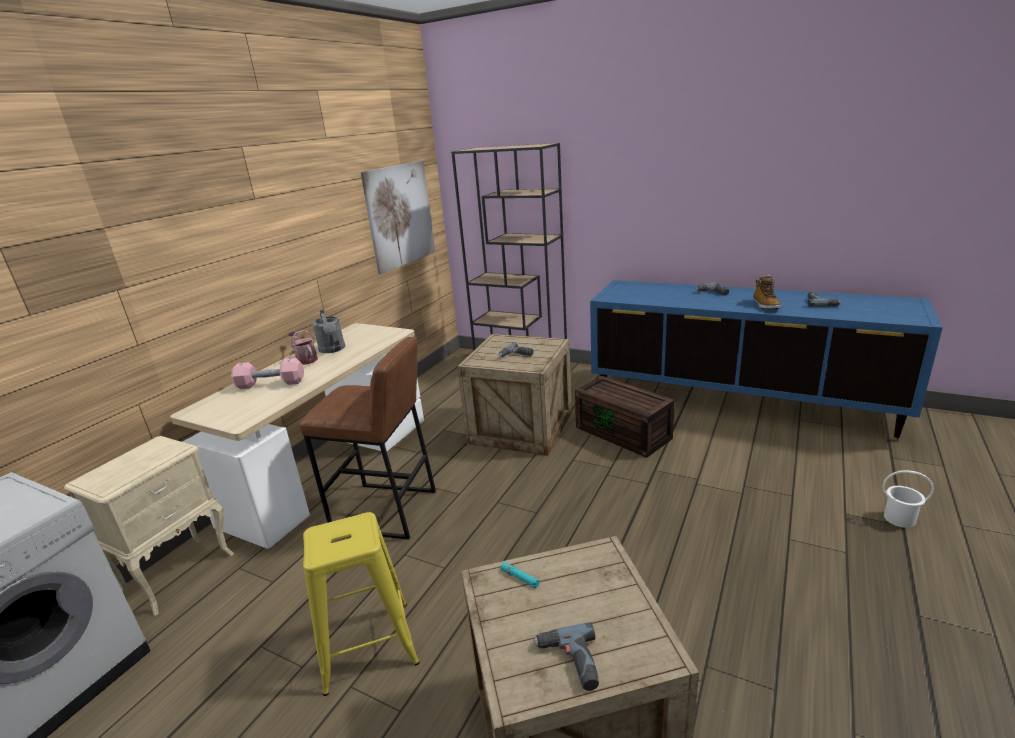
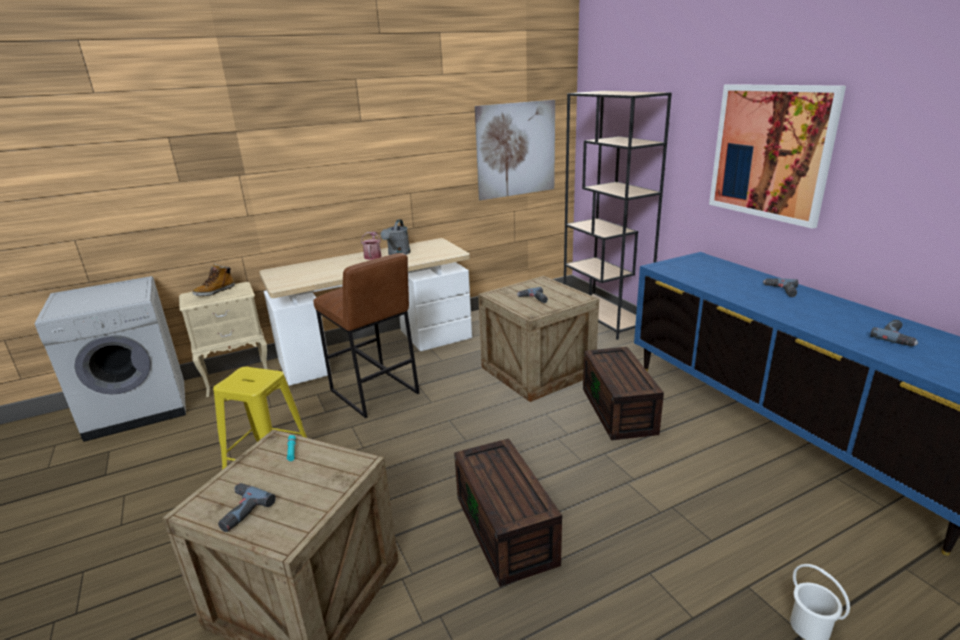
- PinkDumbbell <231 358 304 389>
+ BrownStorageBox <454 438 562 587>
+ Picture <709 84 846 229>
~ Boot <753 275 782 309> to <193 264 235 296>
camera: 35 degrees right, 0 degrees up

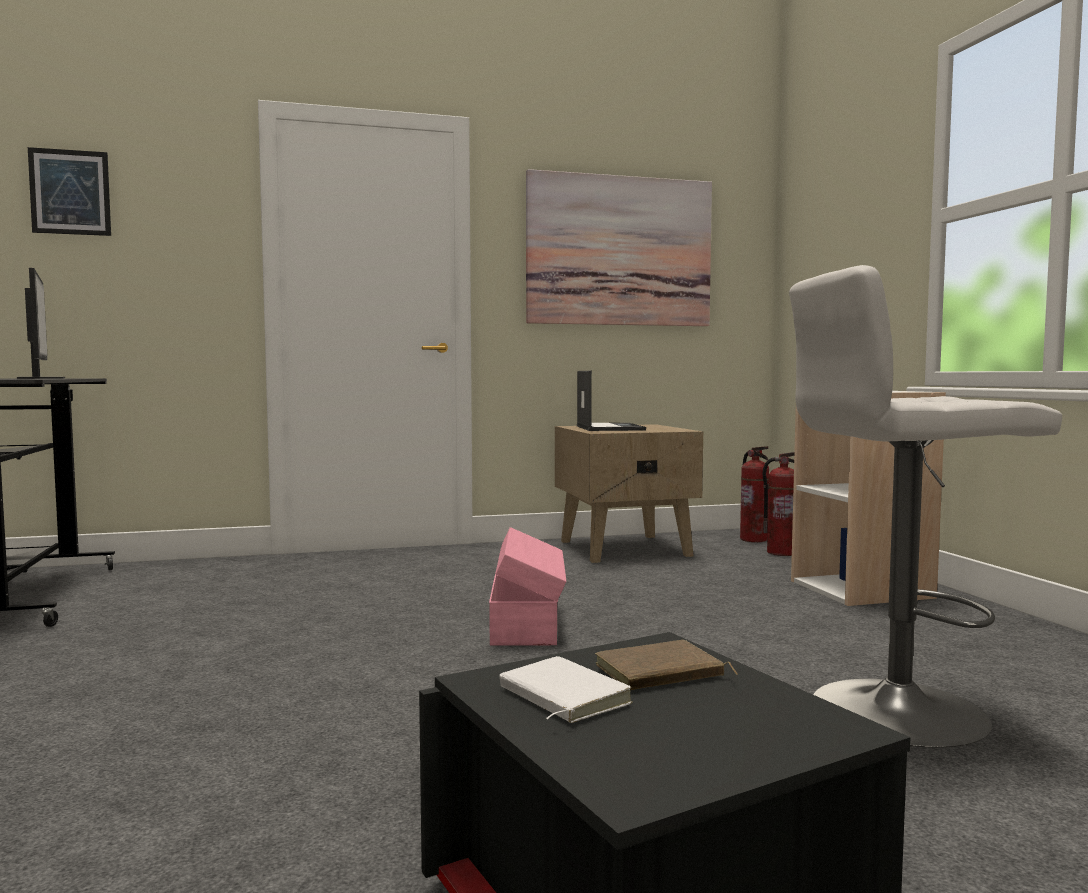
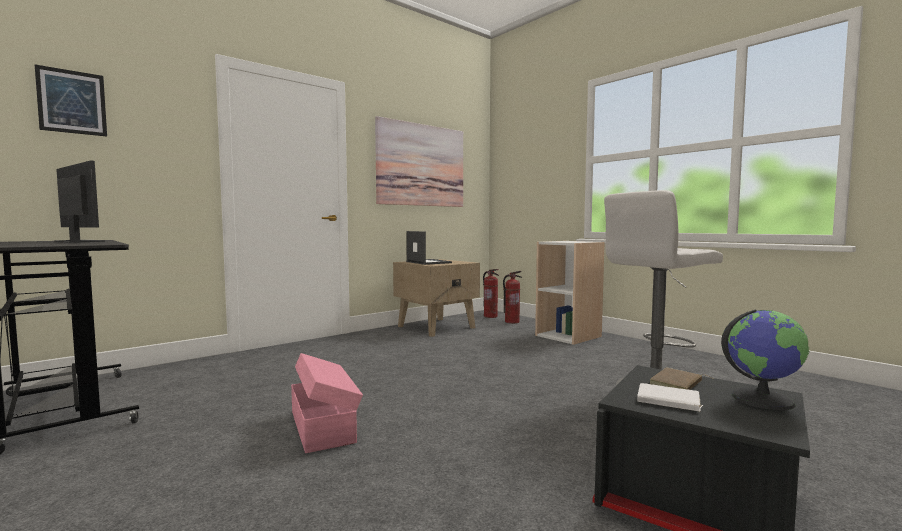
+ Globe <721 309 810 410>
~ PinkStorageBox <489 527 566 646> to <291 353 363 453>
camera: 25 degrees left, 0 degrees up

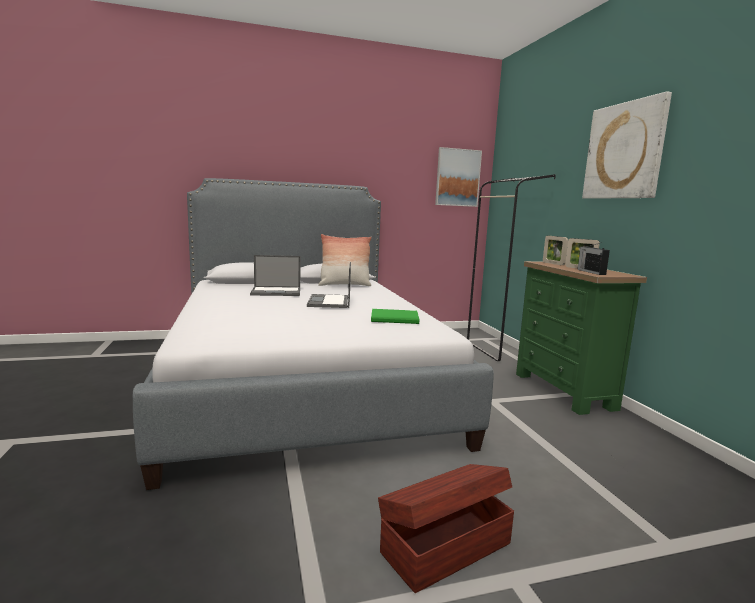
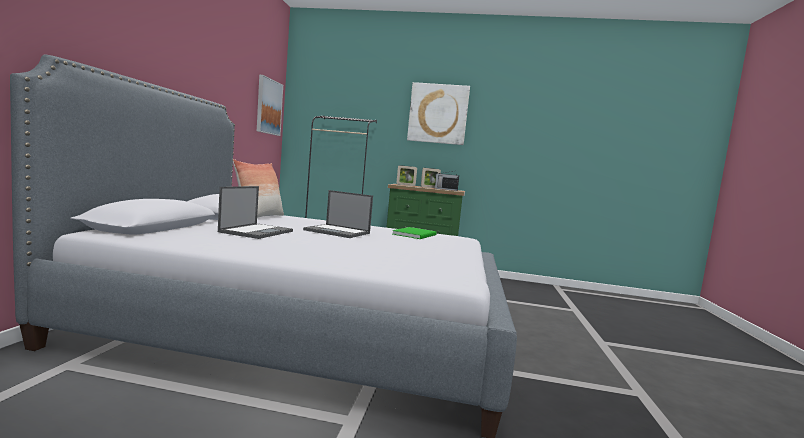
- BrownStorageBox <378 464 514 593>
camera: 65 degrees left, 5 degrees down

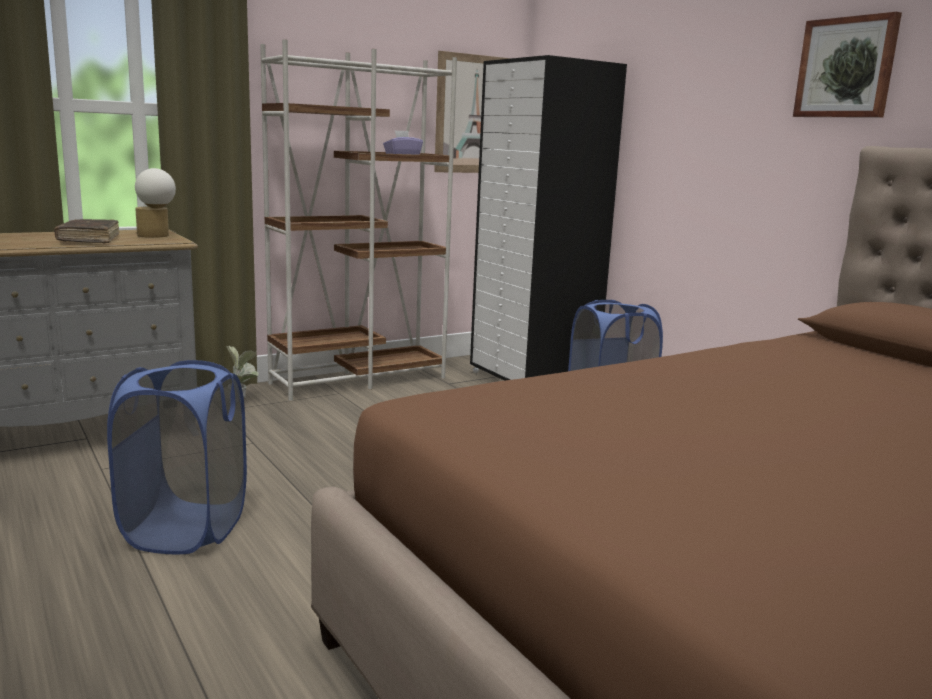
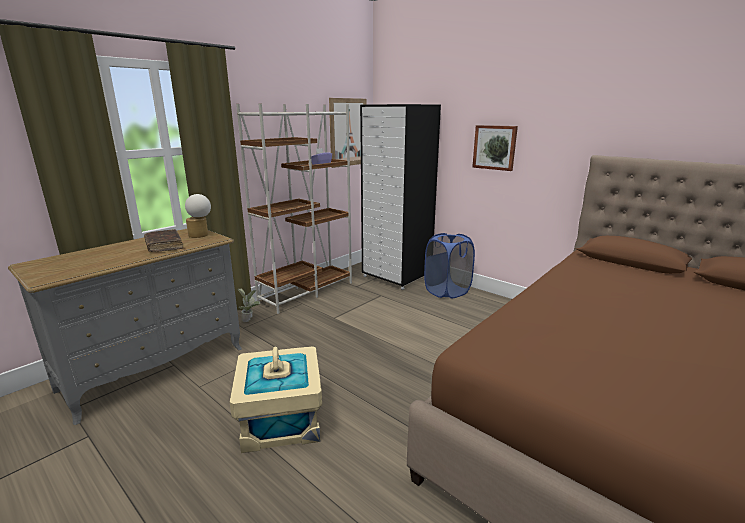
~ Picture <793 12 902 118> to <472 125 518 171>
~ BlueLaundryBasket <107 360 247 554> to BeigeStorageBox <230 346 322 453>
camera: 15 degrees left, 5 degrees up

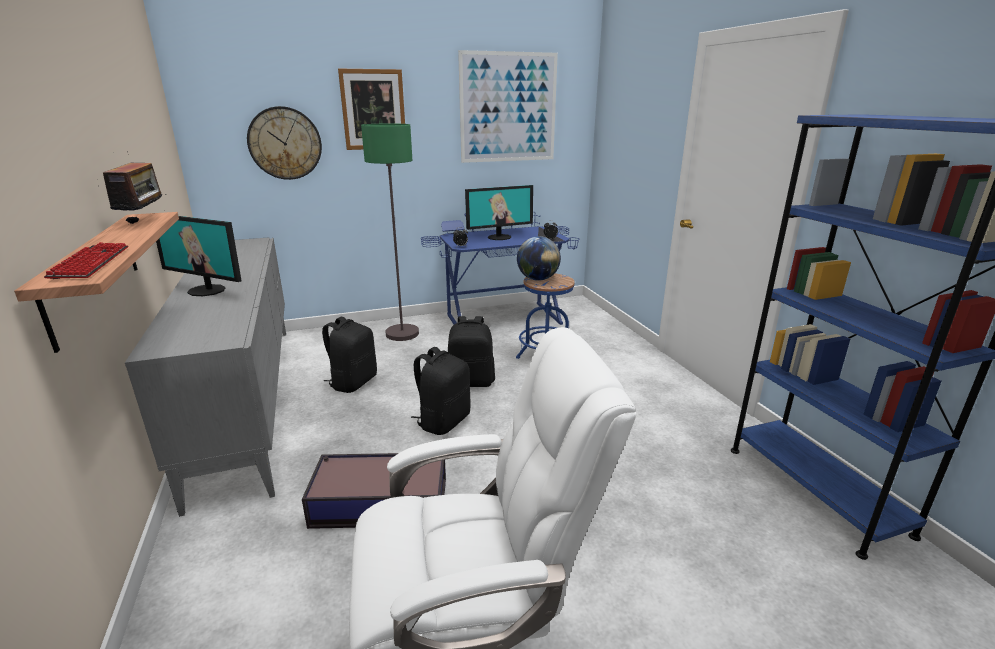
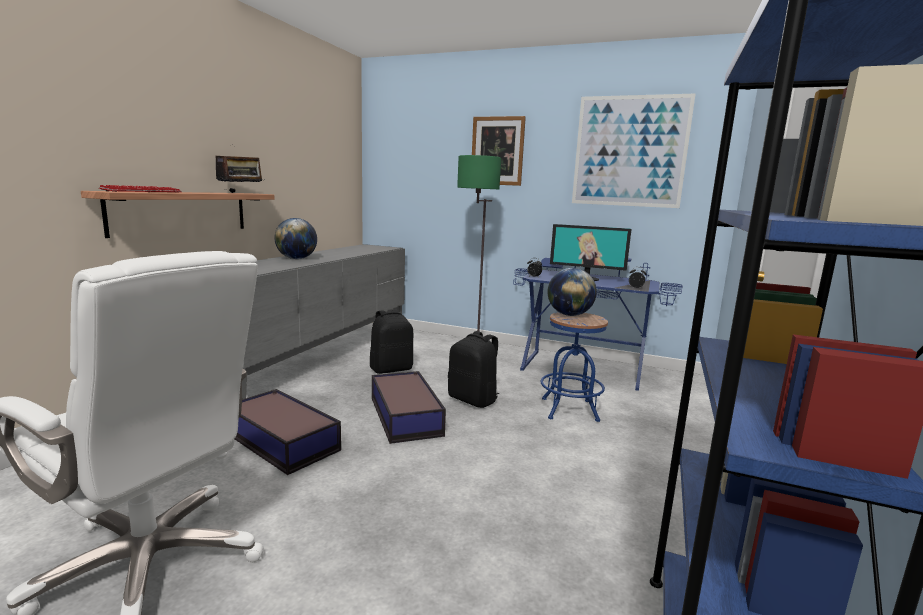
- WallClock <247 106 322 180>
~ Monitor <156 216 242 296> to Globe <274 218 317 259>
~ BlackBackpack <411 347 470 435> to StorageBox <372 371 446 444>
camera: 40 degrees right, 10 degrees down

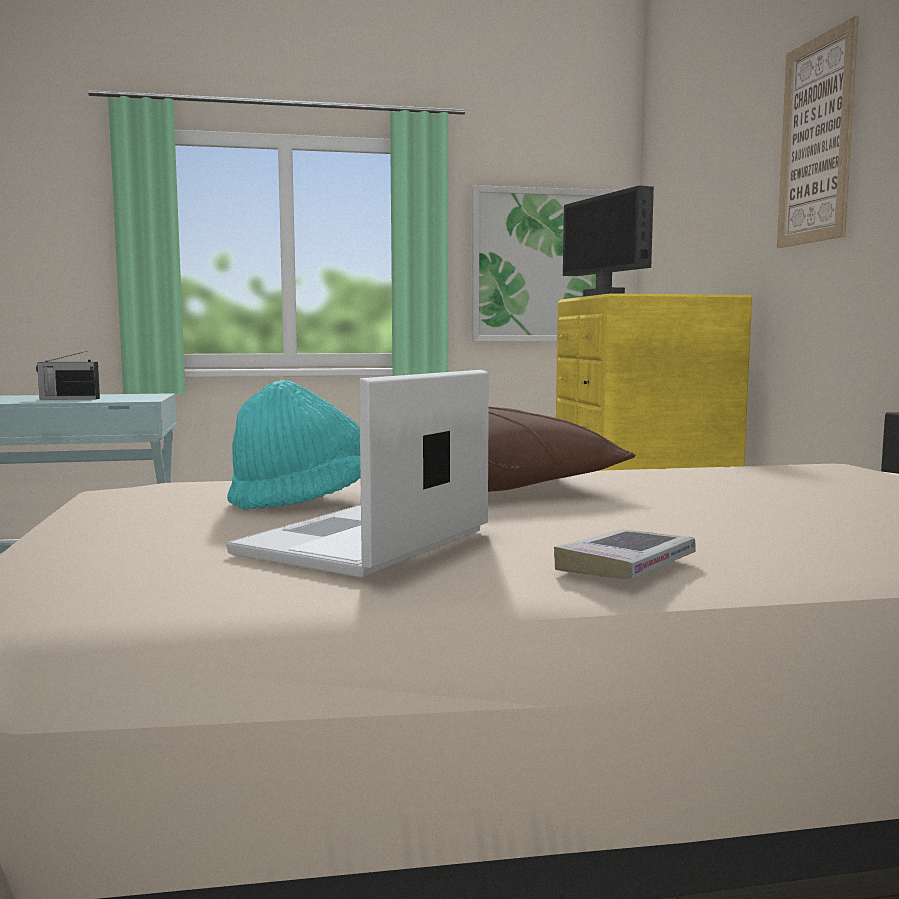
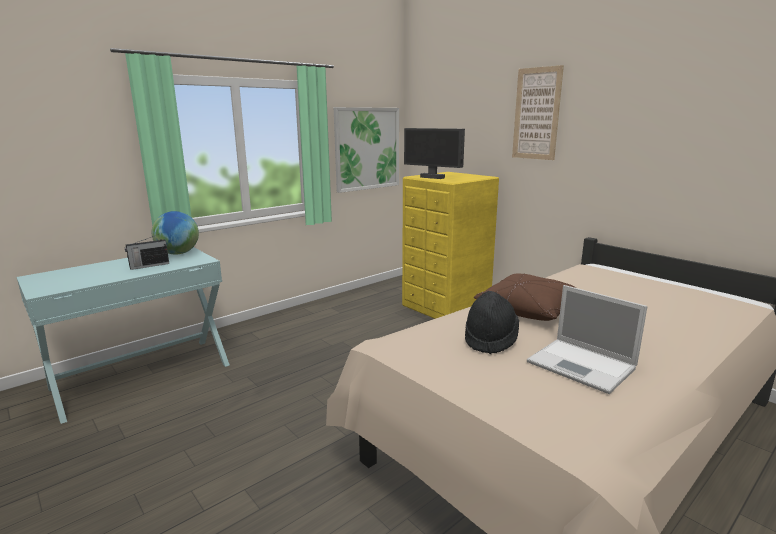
- Book <554 529 696 580>
+ Globe <152 211 199 255>
~ TurquoiseHat <227 380 361 510> to BlackHat <465 291 519 354>
~ Laptop <226 370 489 577> = <527 285 647 394> 45 degrees counterclockwise
camera: 30 degrees left, 10 degrees up

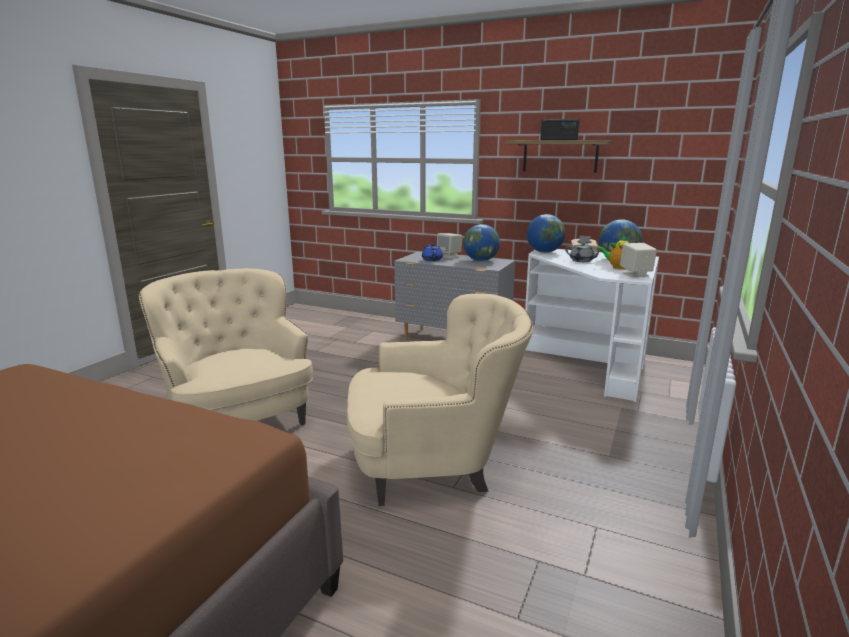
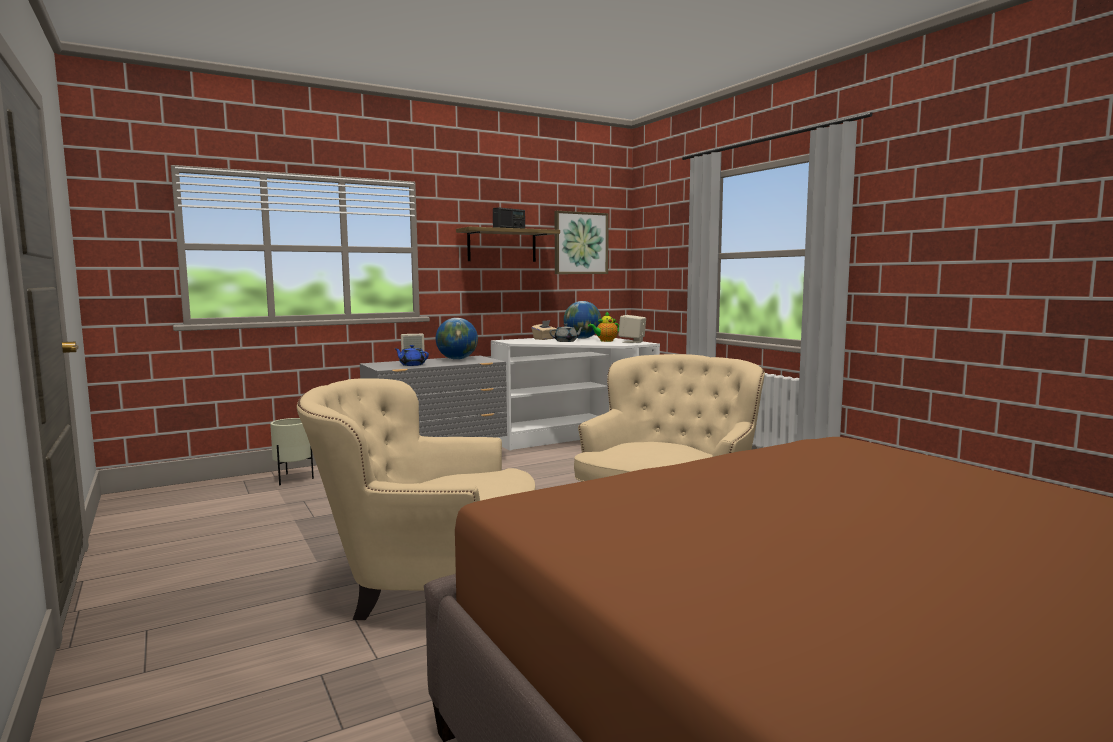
- Globe <527 214 566 253>
+ BeigePlanter <270 418 314 485>
+ Picture <554 211 609 274>
camera: 55 degrees left, 10 degrees down

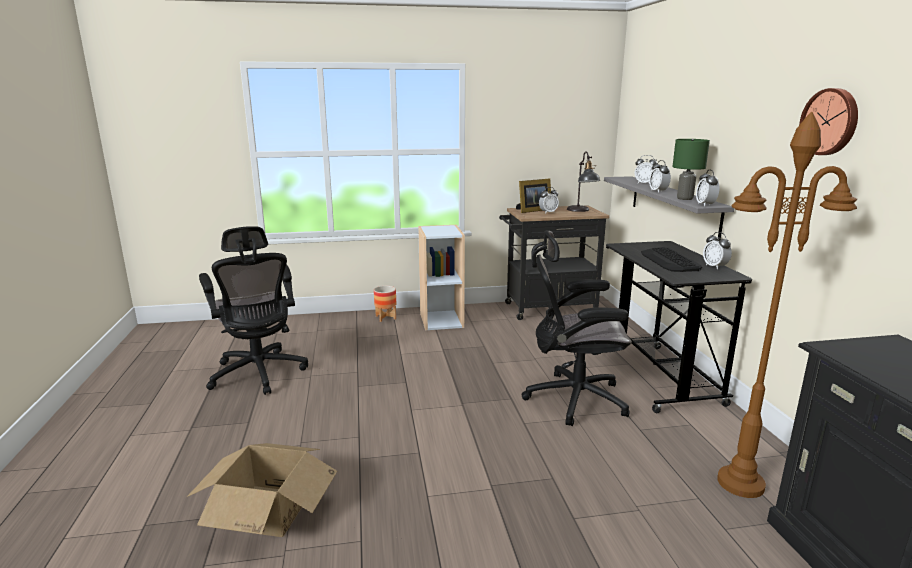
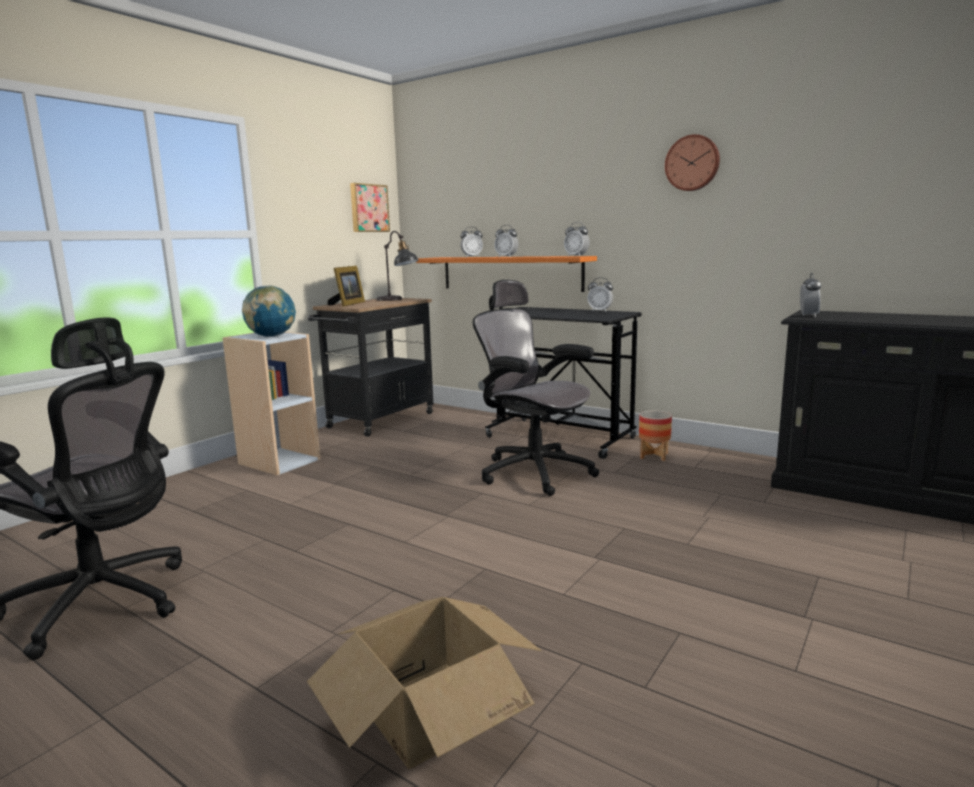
- Keyboard <641 247 702 272>
- GreenTableLamp <672 139 710 200>
- BrownFloorLamp <717 112 857 498>
+ Globe <242 286 296 337>
+ Picture <350 183 390 232>
~ Planter <374 286 396 322> to <639 410 672 461>
~ AlarmClock <539 187 559 214> to <800 273 821 317>
~ GreyShelf <604 176 734 241> to OrangeShelf <416 256 597 292>
~ OfficeChair <522 230 632 426> = <473 280 599 496> 90 degrees clockwise
camera: 45 degrees left, 5 degrees down

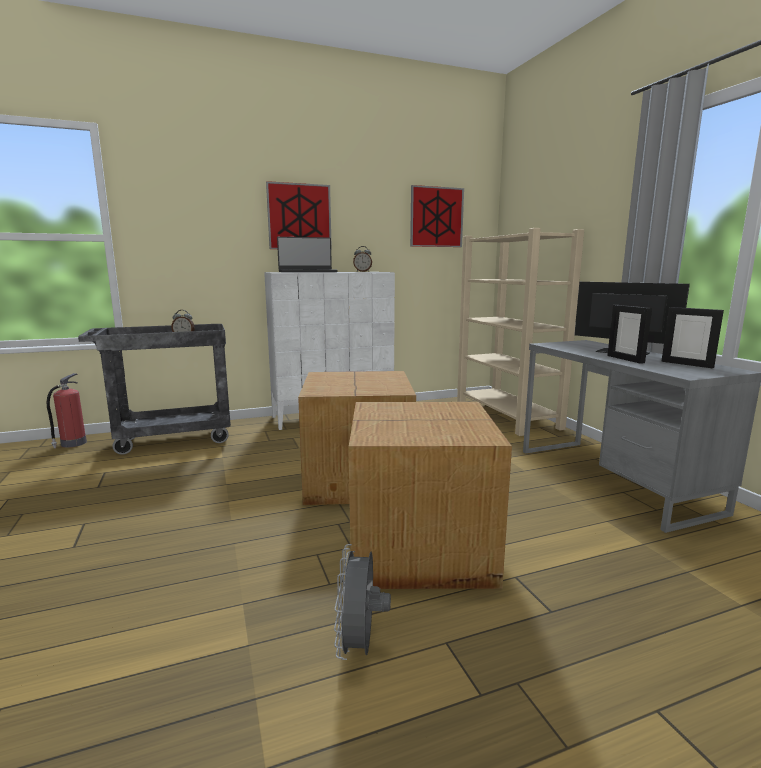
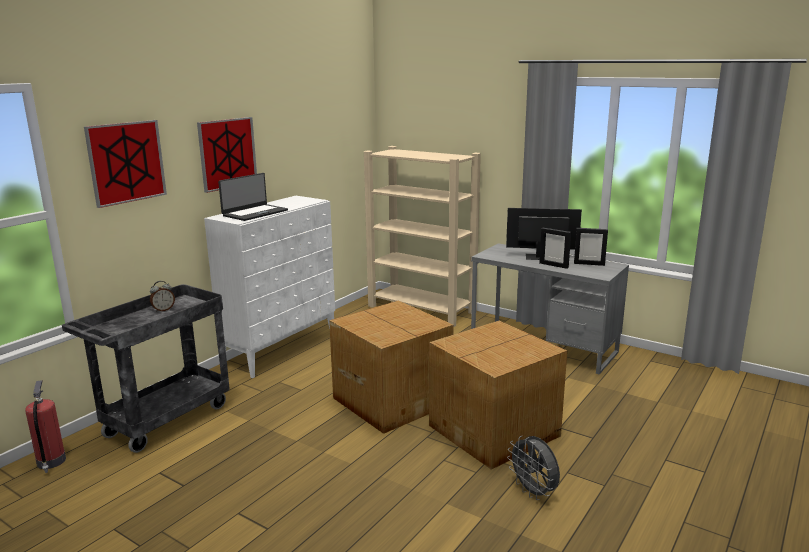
- AlarmClock <353 246 372 272>
~ Picture <410 185 464 247> to <84 120 167 208>
camera: 35 degrees left, 5 degrees up

